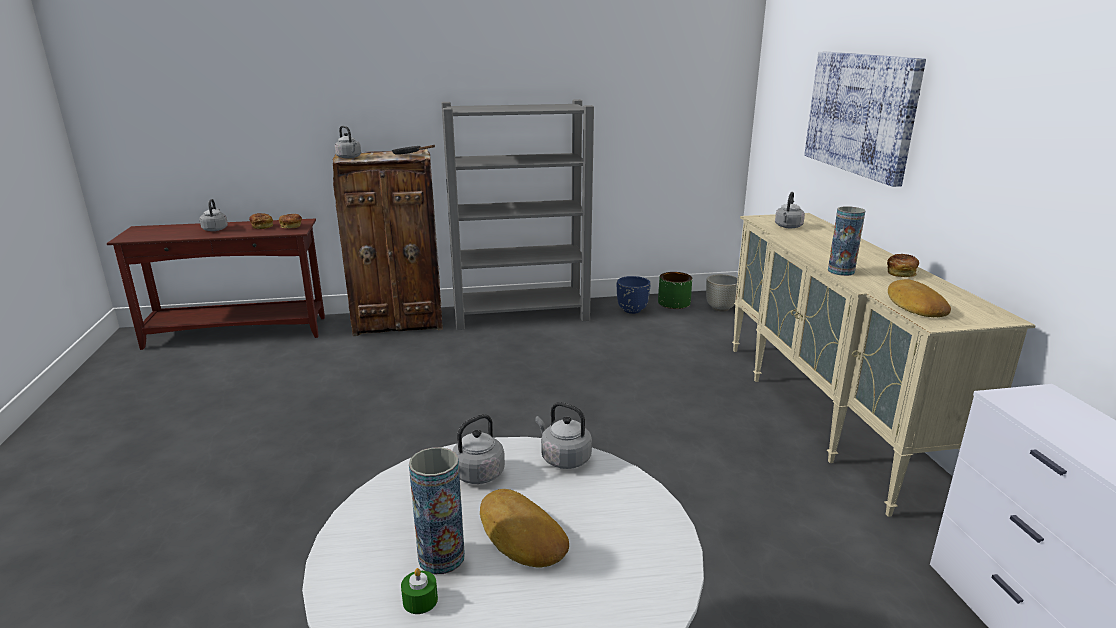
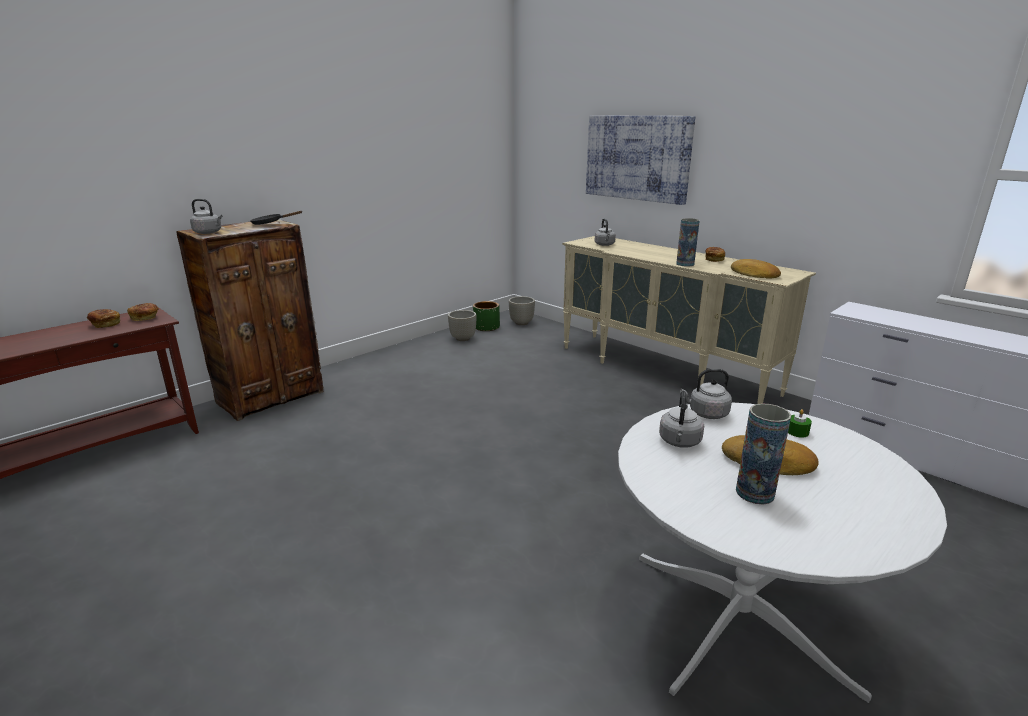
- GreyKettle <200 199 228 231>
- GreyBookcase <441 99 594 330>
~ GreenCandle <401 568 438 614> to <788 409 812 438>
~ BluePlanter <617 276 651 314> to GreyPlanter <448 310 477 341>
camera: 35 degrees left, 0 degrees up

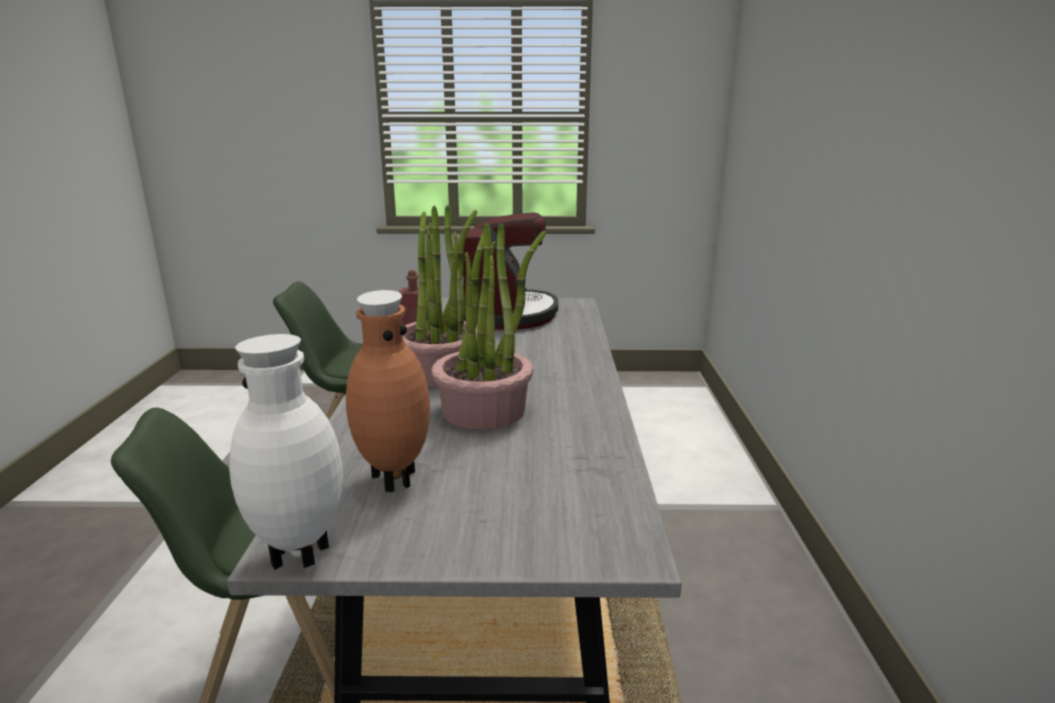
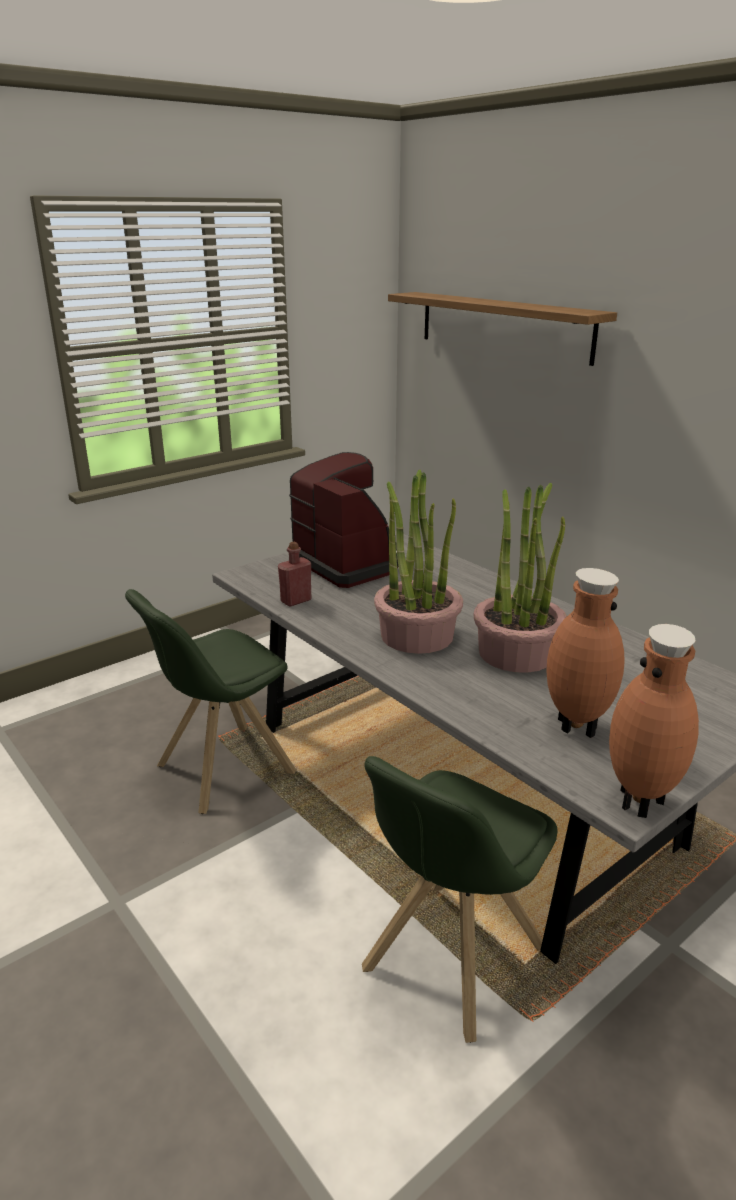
+ Shelf <388 292 617 366>
~ WhiteVase <229 334 343 570> to BrownVase <609 624 699 818>
camera: 40 degrees left, 5 degrees up

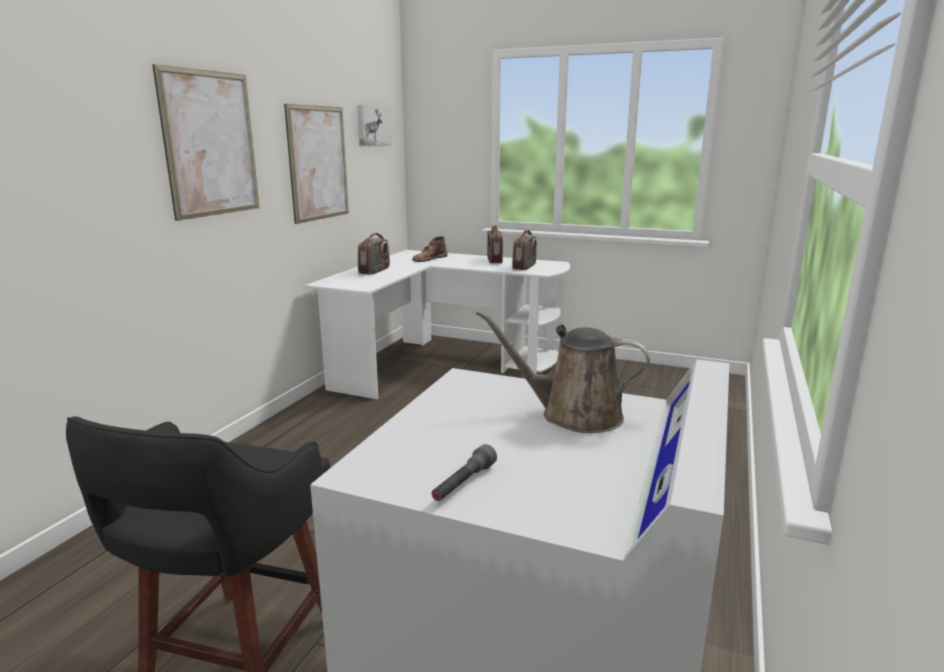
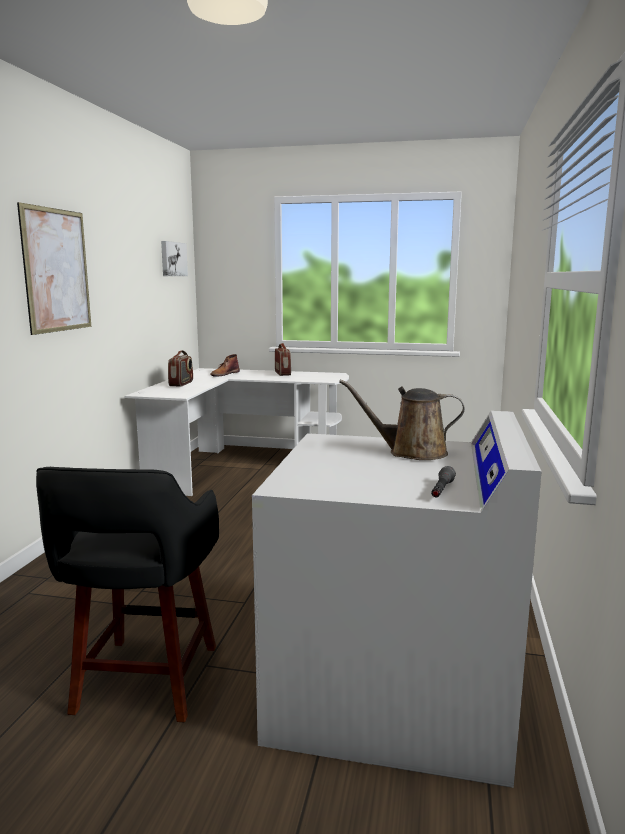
- Picture <284 104 349 224>
- Radio <512 230 537 270>
~ GreyFlashlight <432 444 497 501> to <431 466 456 497>
camera: 10 degrees left, 5 degrees down

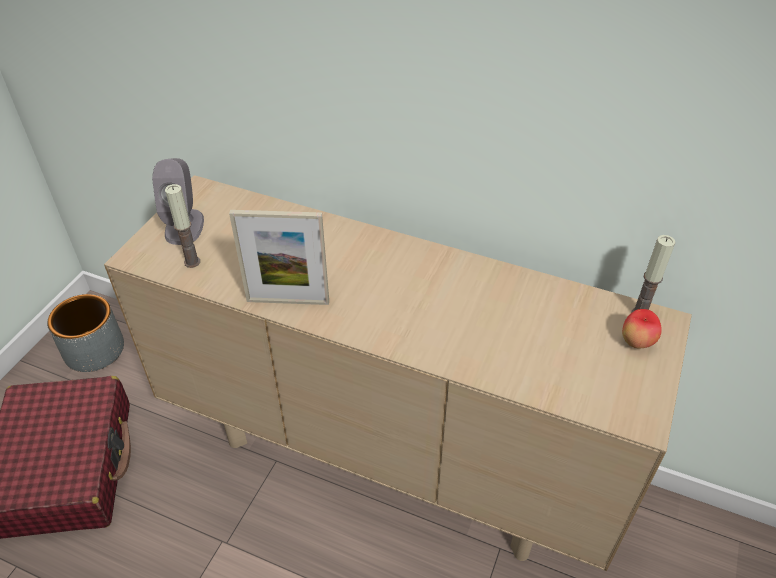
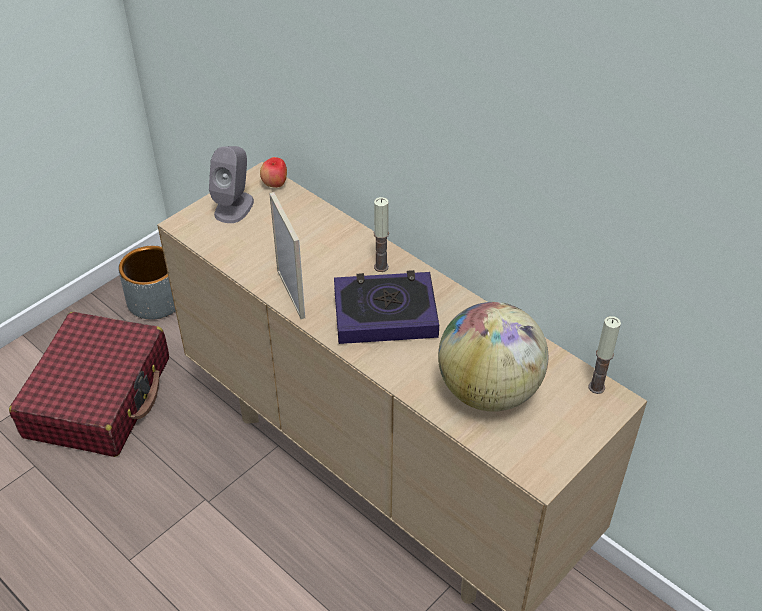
+ Book <334 270 439 344>
+ Globe <438 302 548 412>
~ Candle <165 184 200 268> to <374 197 389 272>
~ Apple <622 309 662 348> to <260 157 287 188>
~ PictureFrame <229 210 329 305> = <269 192 305 319> 135 degrees counterclockwise
camera: 20 degrees right, 0 degrees up

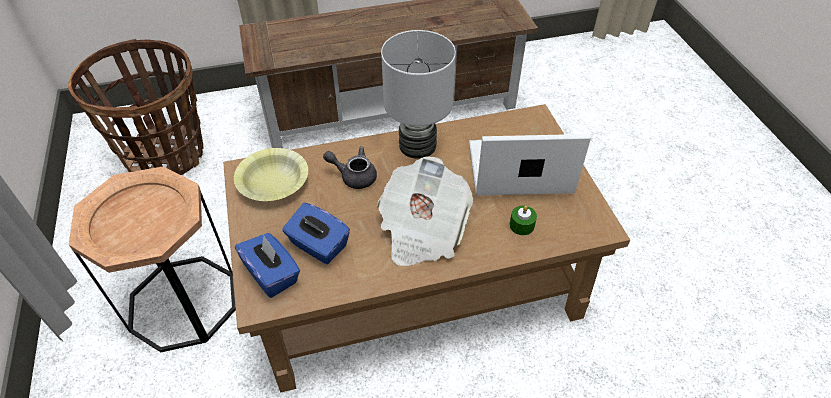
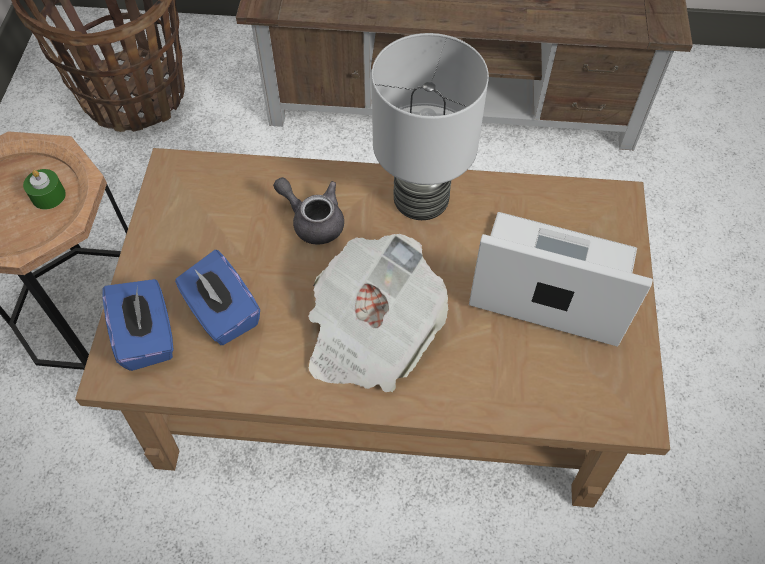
- YellowBowl <234 148 308 201>
~ GreenCandle <510 206 537 235> to <23 169 66 210>
camera: 20 degrees right, 10 degrees up

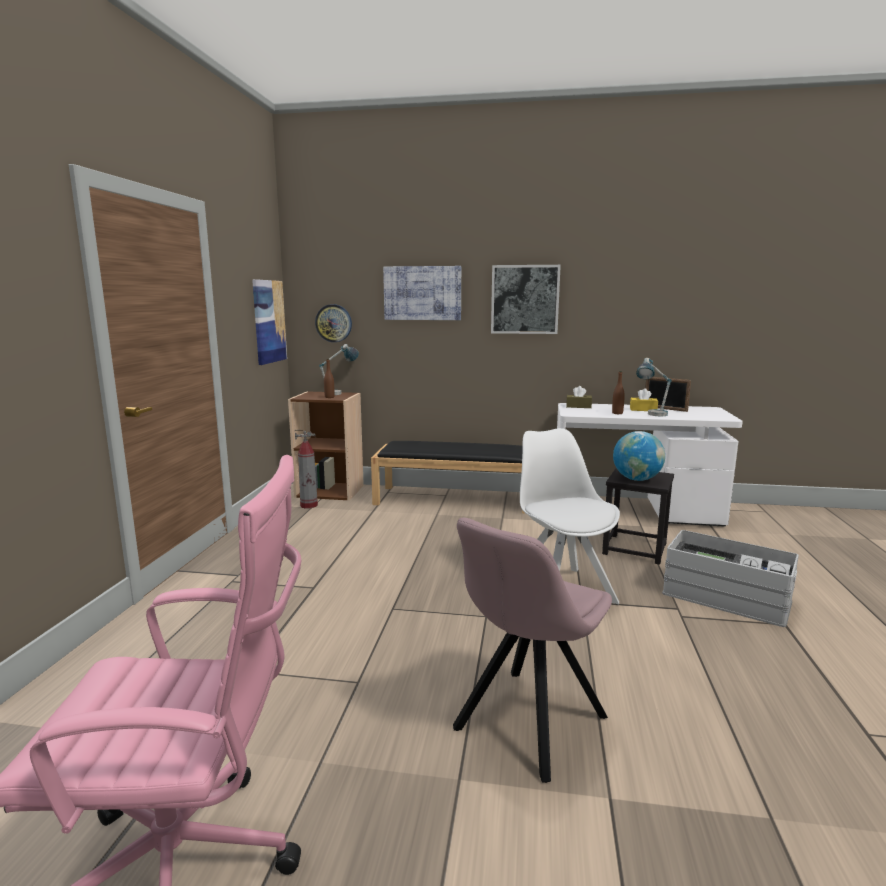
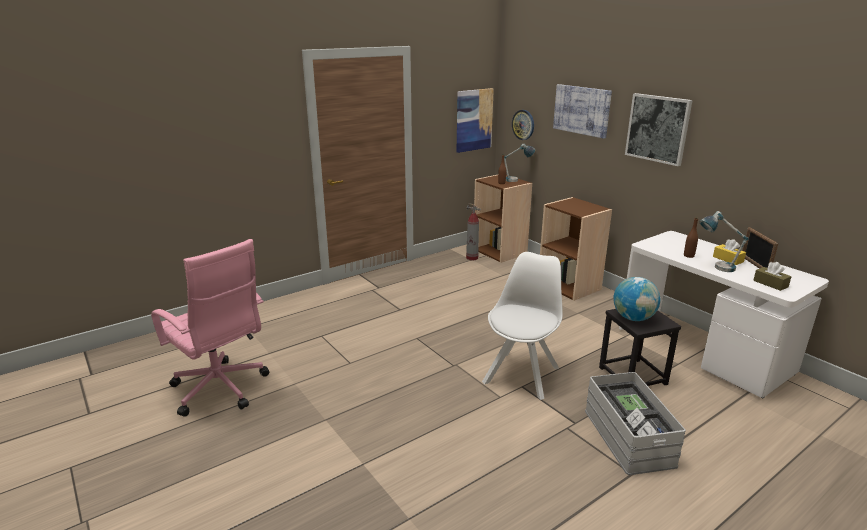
- PinkChair <453 517 612 783>
~ BrownTissueBox <566 386 592 408> to <753 262 792 291>
~ BlackBench <371 441 526 514> to BrownBookcase <540 197 612 301>
camera: 45 degrees right, 10 degrees up

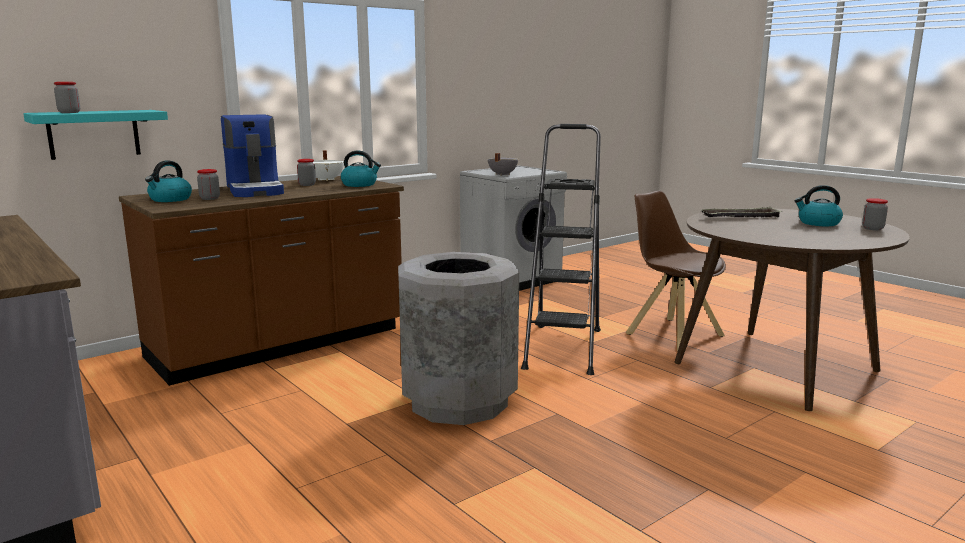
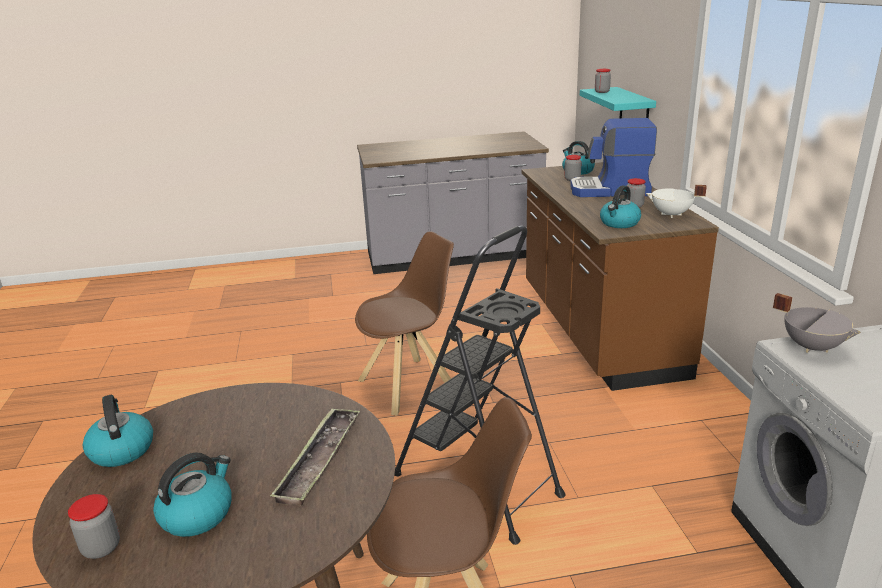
+ Kettle <83 395 153 467>
~ GreyTrashCan <398 252 519 425> to BrownChair <355 231 454 416>
camera: 120 degrees right, 10 degrees up

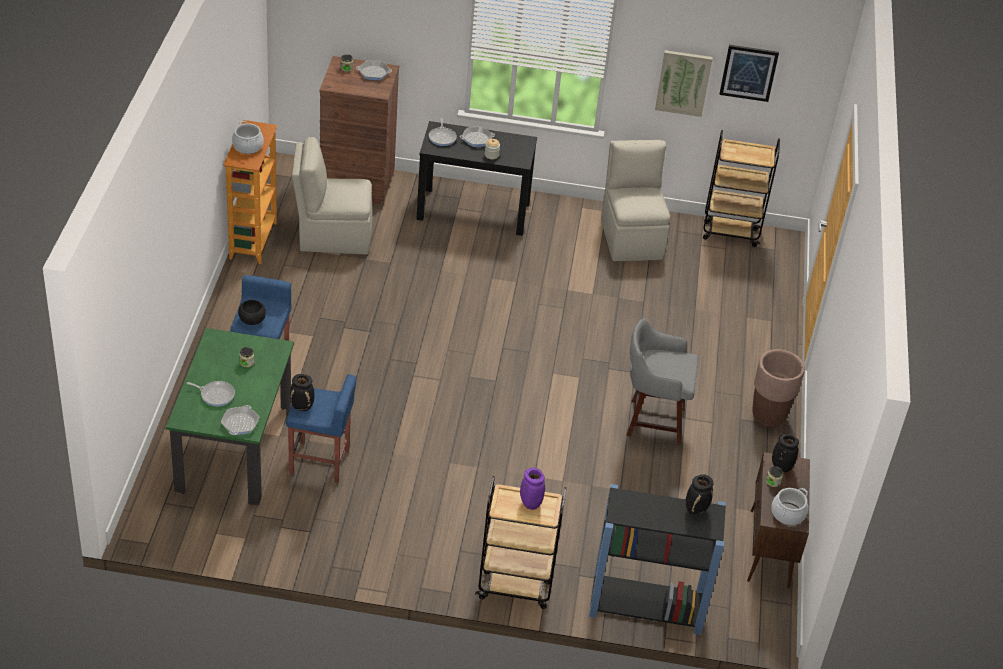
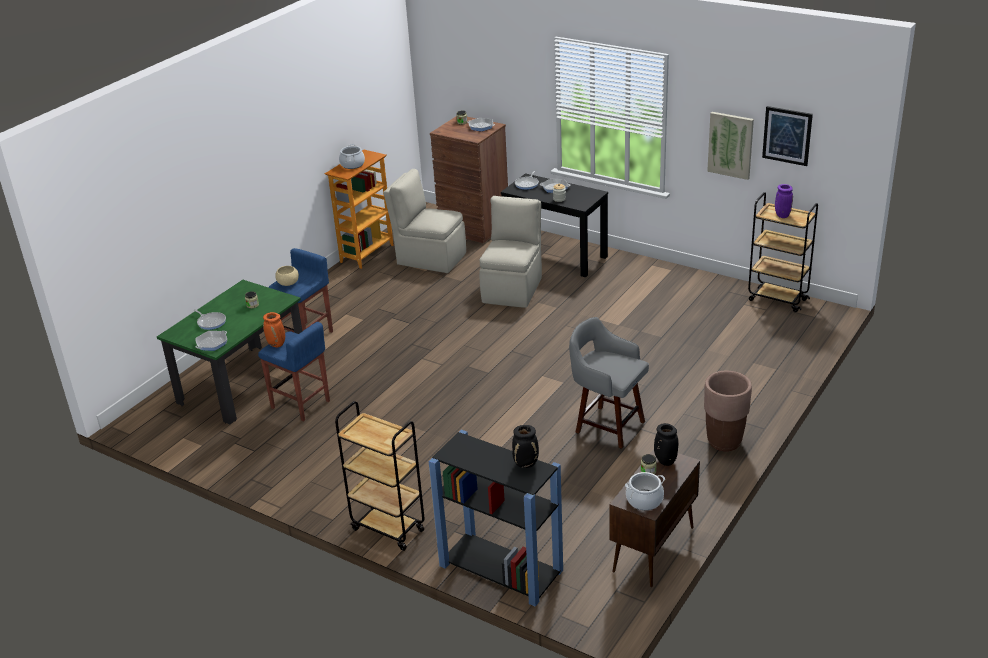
~ PurpleVase <520 468 545 510> to <775 184 793 218>
~ BeigeChair <601 140 670 261> to <479 196 542 308>
~ BlackBowl <238 300 266 325> to BeigeBowl <275 266 299 286>
~ BlackVase <290 374 314 411> to OrangeVase <263 312 285 347>
camera: 30 degrees right, 10 degrees down

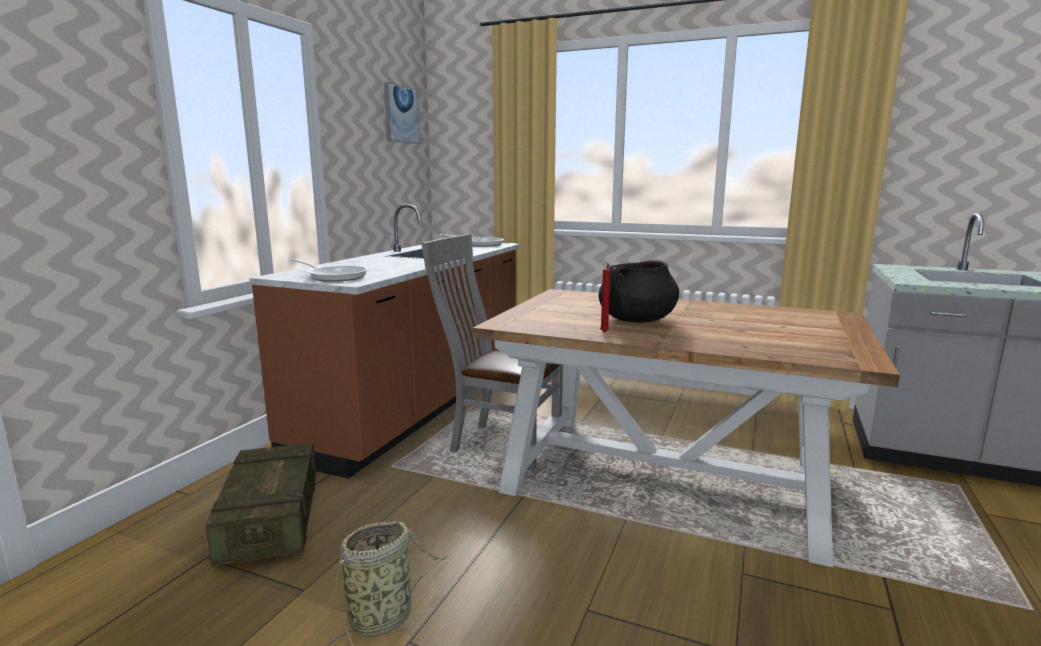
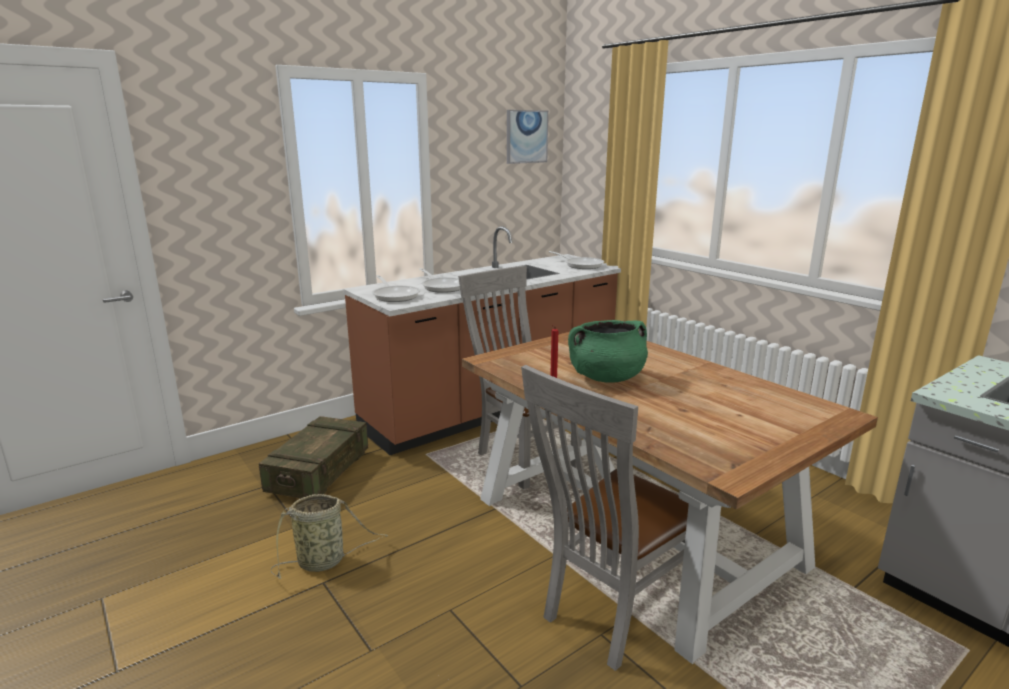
+ FryingPan <419 268 460 293>
+ GreyChair <521 365 689 671>
~ BlackCookingPot <598 259 679 323> to GreenCookingPot <568 320 648 383>
camera: 30 degrees right, 5 degrees up

